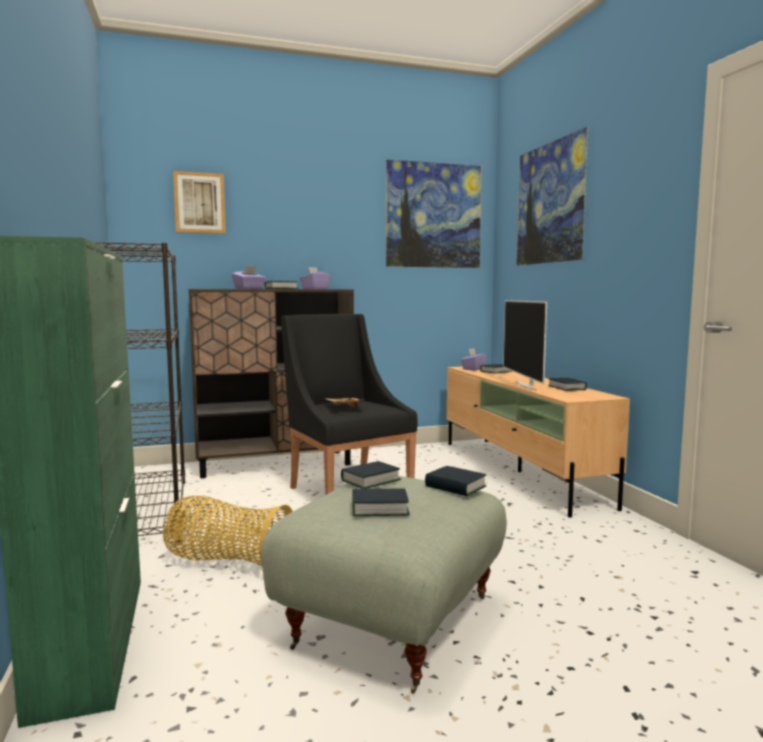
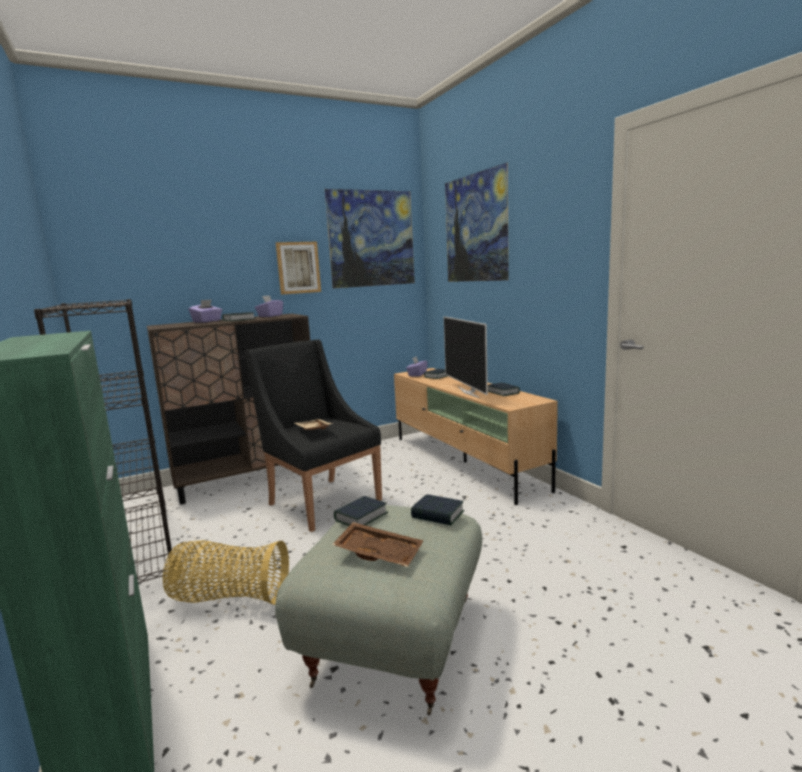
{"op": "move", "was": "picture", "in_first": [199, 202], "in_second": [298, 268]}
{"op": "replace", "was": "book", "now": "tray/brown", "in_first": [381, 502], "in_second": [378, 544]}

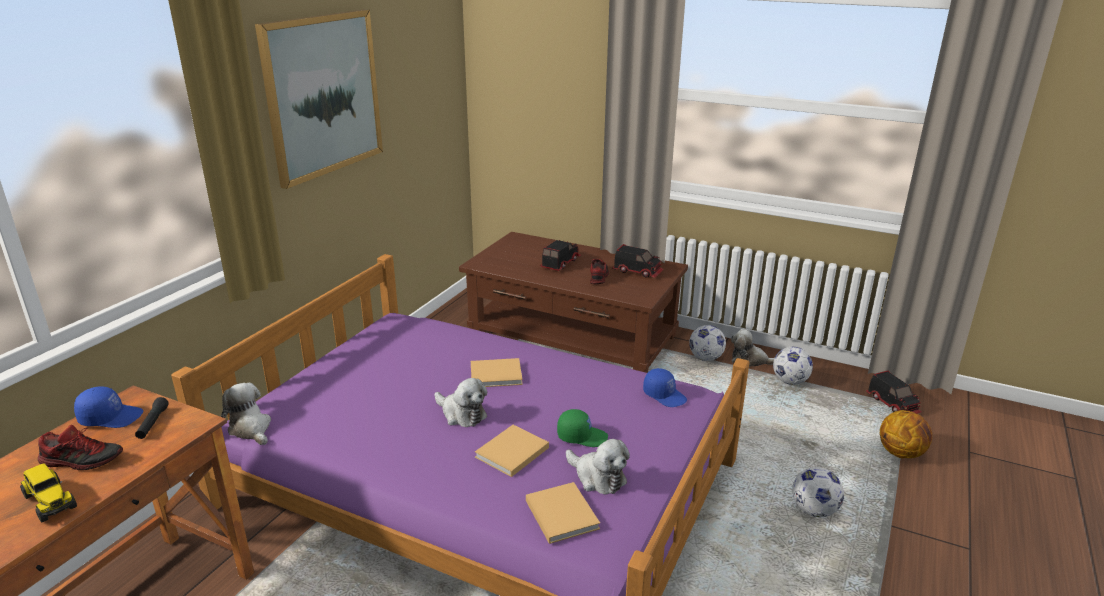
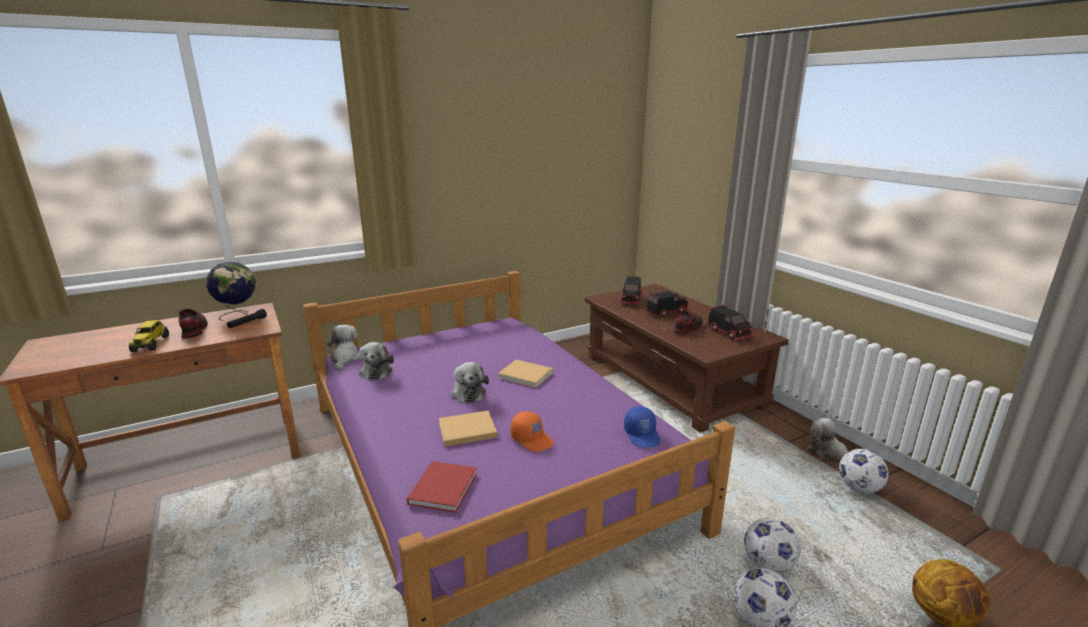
{"op": "delete", "was": "picture", "in_first": [319, 99]}
{"op": "move", "was": "football", "in_first": [707, 343], "in_second": [772, 546]}
{"op": "move", "was": "toy truck", "in_first": [894, 392], "in_second": [630, 290]}
{"op": "replace", "was": "cap/blue", "now": "globe", "in_first": [108, 407], "in_second": [231, 291]}
{"op": "recolor", "was": "cap/green", "now": "cap/orange", "in_first": [582, 428], "in_second": [532, 431]}
{"op": "rotate", "was": "shoe", "in_first": [80, 447], "in_second": [193, 323], "clockwise": -150}
{"op": "move", "was": "plush toy", "in_first": [598, 467], "in_second": [376, 361]}
{"op": "recolor", "was": "book/beige", "now": "book/red", "in_first": [563, 513], "in_second": [442, 486]}

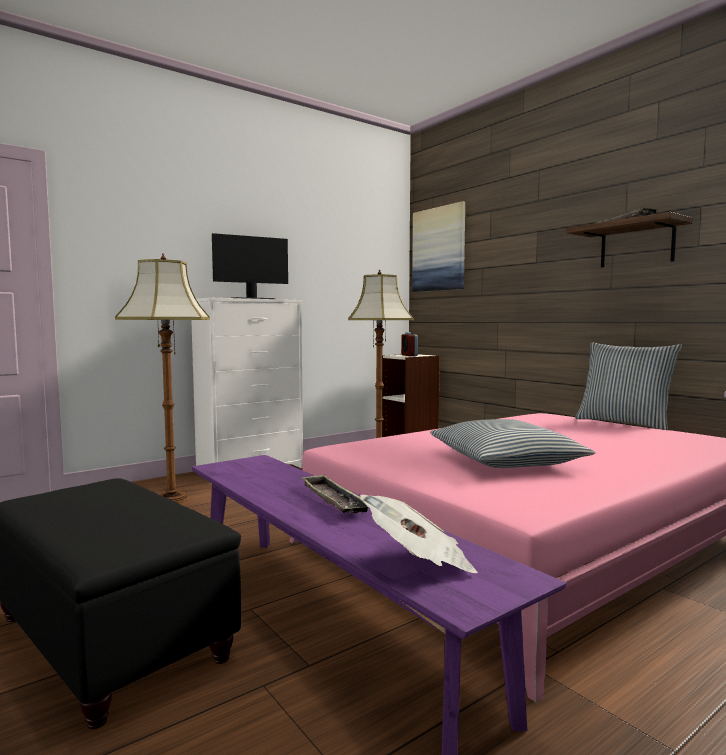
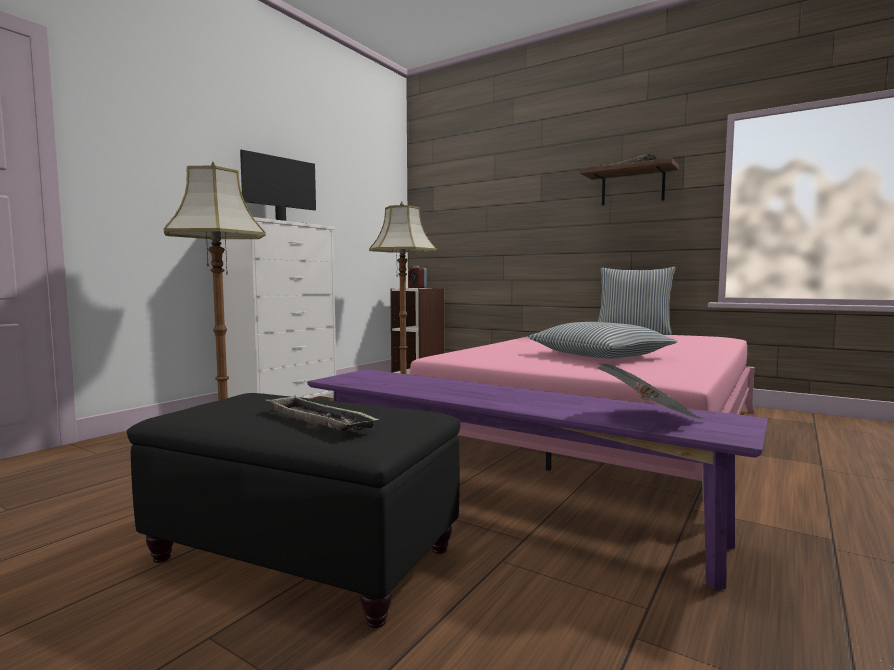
{"op": "delete", "was": "picture", "in_first": [438, 246]}
{"op": "move", "was": "tray", "in_first": [334, 494], "in_second": [322, 413]}

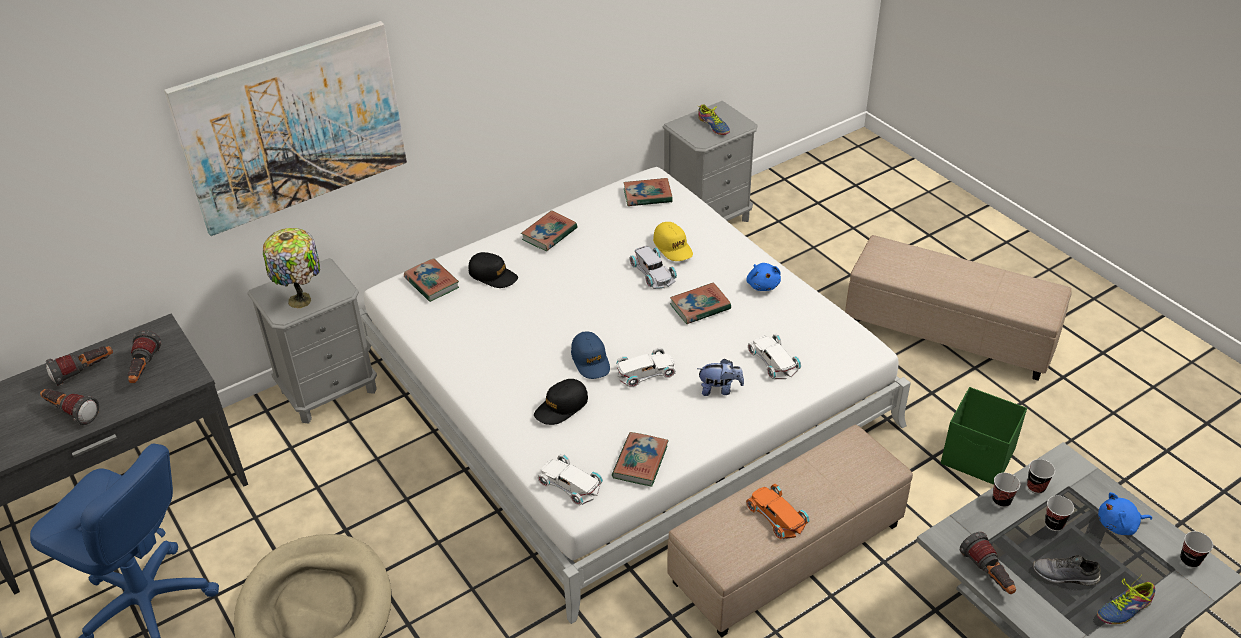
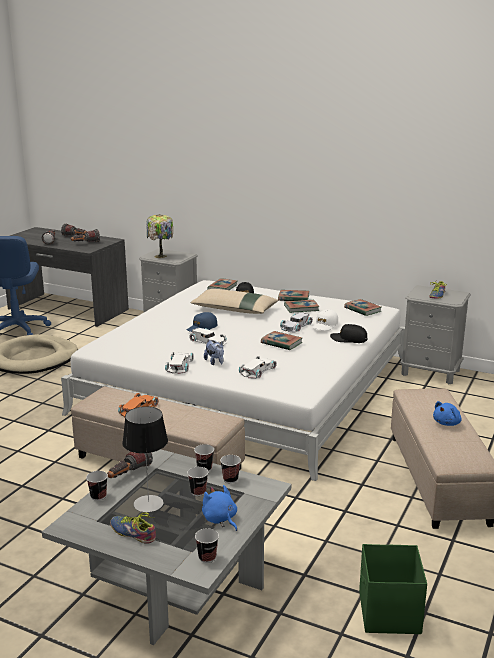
{"op": "delete", "was": "picture", "in_first": [285, 128]}
{"op": "recolor", "was": "cap/yellow", "now": "cap/white", "in_first": [673, 241], "in_second": [325, 320]}
{"op": "move", "was": "plush toy/blue", "in_first": [763, 277], "in_second": [447, 413]}
{"op": "move", "was": "cap/black", "in_first": [561, 402], "in_second": [348, 333]}
{"op": "move", "was": "storage box/green", "in_first": [984, 436], "in_second": [393, 589]}
{"op": "move", "was": "book", "in_first": [640, 459], "in_second": [302, 306]}
{"op": "move", "was": "toy car/white", "in_first": [570, 479], "in_second": [179, 363]}
{"op": "replace", "was": "shoe/grey", "now": "table lamp", "in_first": [1067, 570], "in_second": [145, 459]}
{"op": "insert", "now": "pillow/beige", "in_second": [234, 301]}
{"op": "insert", "now": "cup", "in_second": [97, 486]}

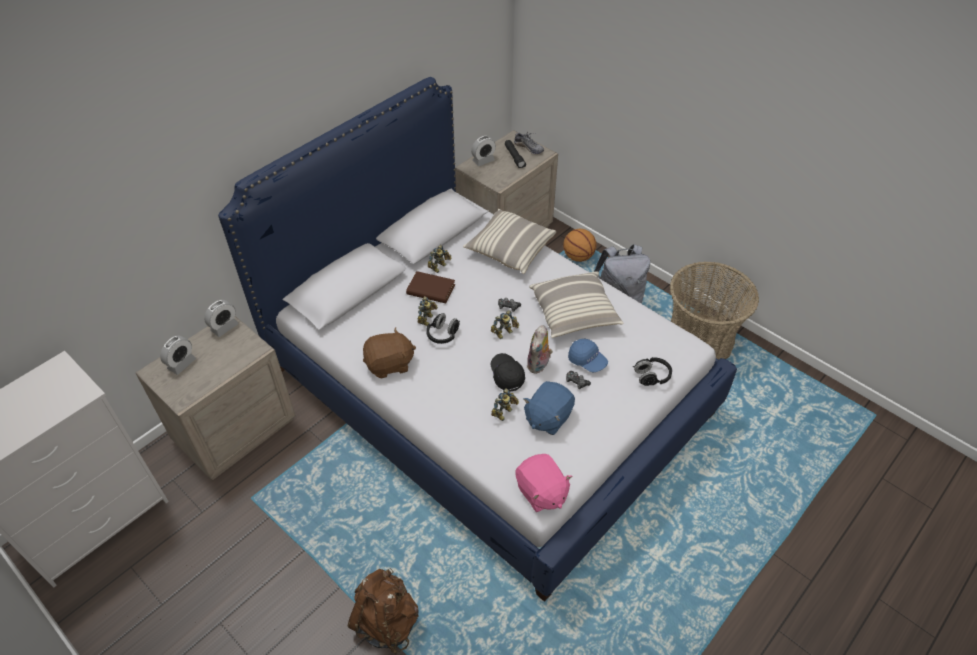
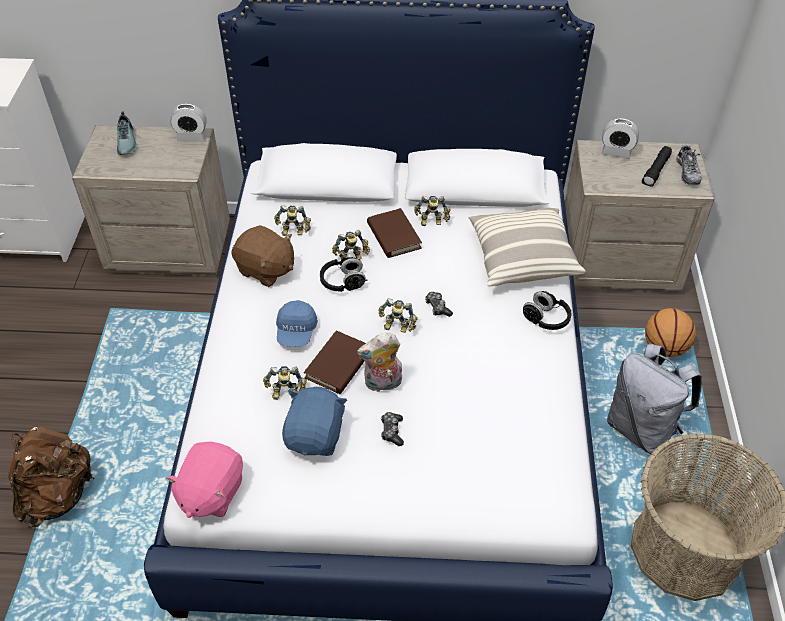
{"op": "delete", "was": "pillow", "in_first": [576, 304]}
{"op": "replace", "was": "alarm clock", "now": "shoe", "in_first": [178, 355], "in_second": [127, 133]}
{"op": "move", "was": "cap/blue", "in_first": [588, 356], "in_second": [297, 323]}
{"op": "replace", "was": "cap/black", "now": "book/brown", "in_first": [507, 372], "in_second": [335, 362]}
{"op": "move", "was": "headphones/black", "in_first": [652, 371], "in_second": [547, 310]}
{"op": "rotate", "was": "plush toy/blue", "in_first": [549, 408], "in_second": [314, 421], "clockwise": 105}
{"op": "insert", "now": "toy robot", "in_second": [292, 220]}

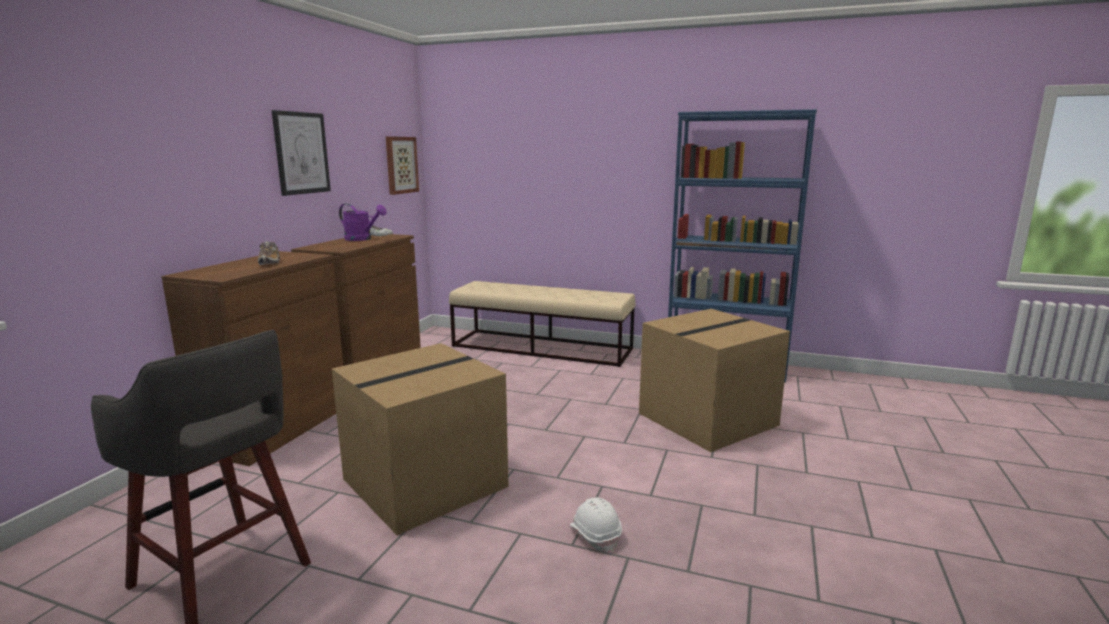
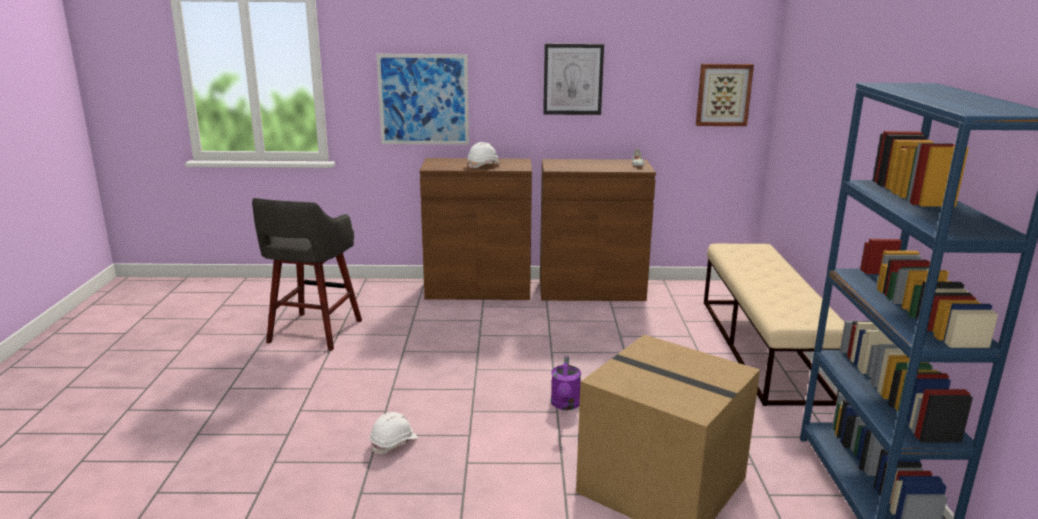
{"op": "move", "was": "watering can/purple", "in_first": [363, 222], "in_second": [566, 383]}
{"op": "replace", "was": "shoe", "now": "hard hat/white", "in_first": [269, 253], "in_second": [484, 155]}
{"op": "delete", "was": "cardboard box", "in_first": [420, 439]}
{"op": "insert", "now": "picture", "in_second": [423, 99]}

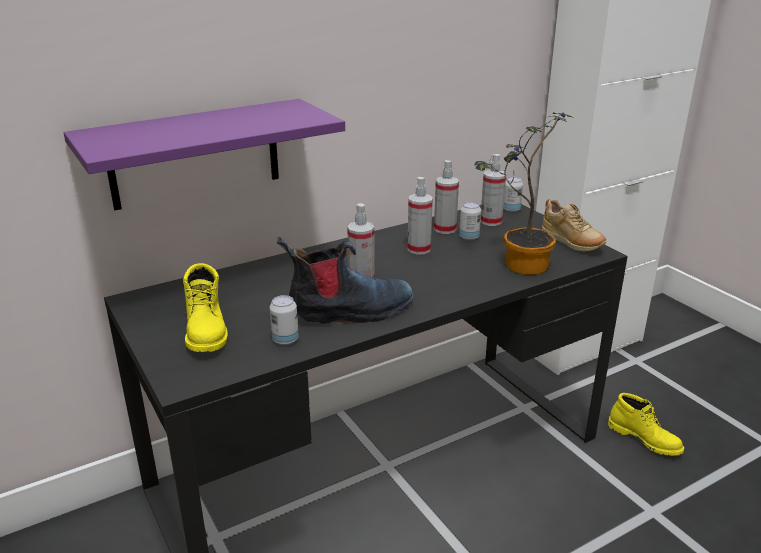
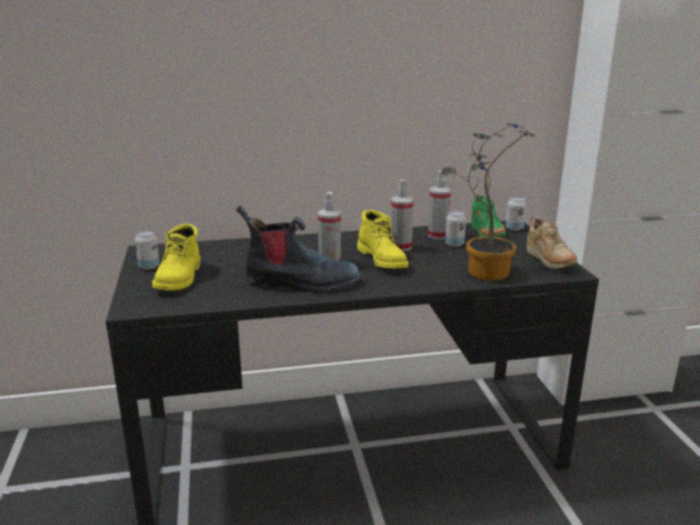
{"op": "delete", "was": "shelf/purple", "in_first": [204, 154]}
{"op": "replace", "was": "spray bottle", "now": "shoe/green", "in_first": [493, 190], "in_second": [488, 216]}
{"op": "move", "was": "can", "in_first": [284, 320], "in_second": [147, 250]}
{"op": "move", "was": "boot/yellow", "in_first": [646, 424], "in_second": [382, 239]}

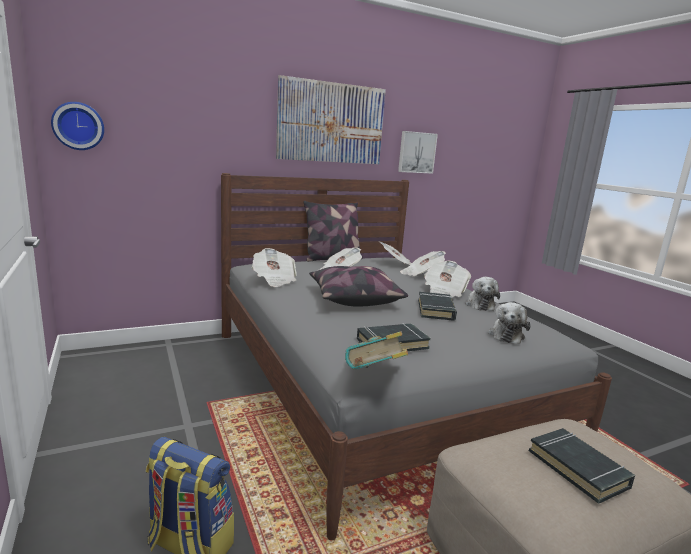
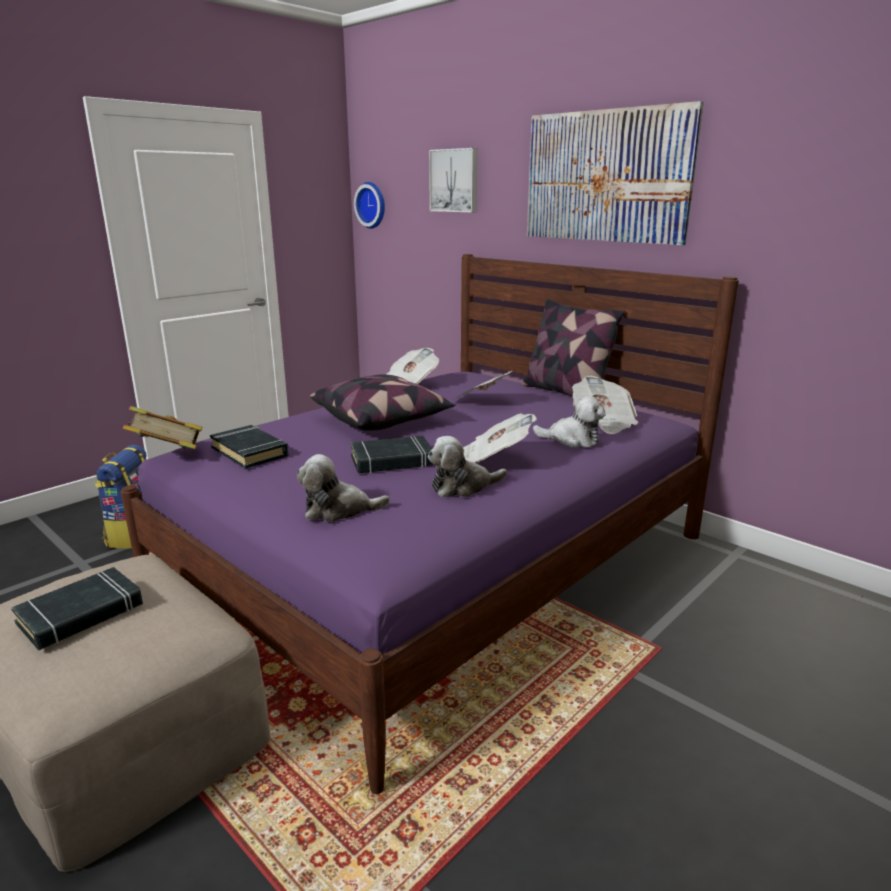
{"op": "move", "was": "picture", "in_first": [418, 152], "in_second": [453, 180]}
{"op": "recolor", "was": "bed/grey", "now": "bed/purple", "in_first": [416, 356], "in_second": [430, 524]}
{"op": "replace", "was": "newspaper", "now": "plush toy", "in_first": [423, 263], "in_second": [569, 421]}

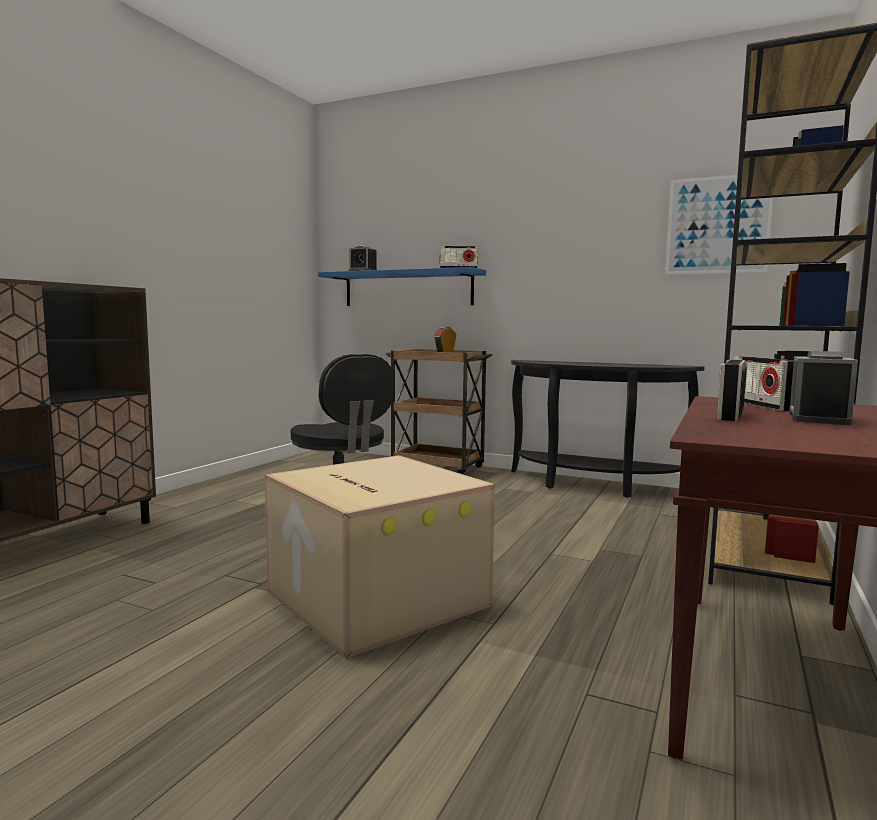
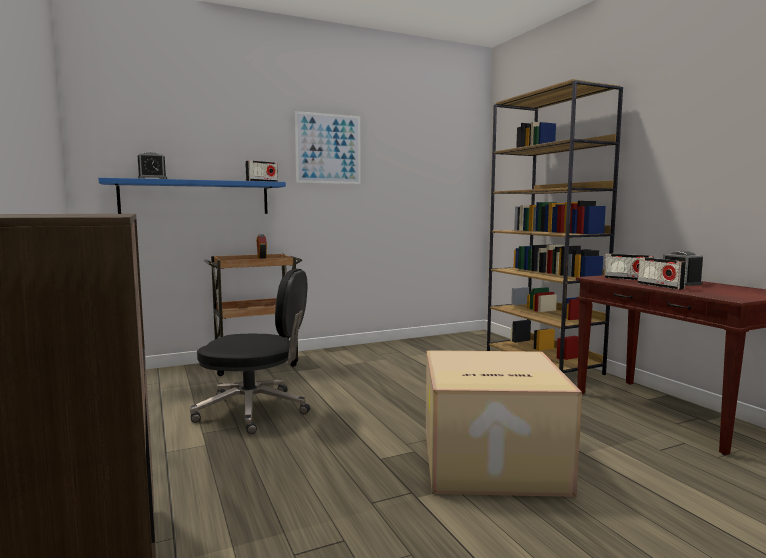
{"op": "move", "was": "picture", "in_first": [719, 225], "in_second": [328, 147]}
{"op": "delete", "was": "console table/black", "in_first": [608, 429]}

